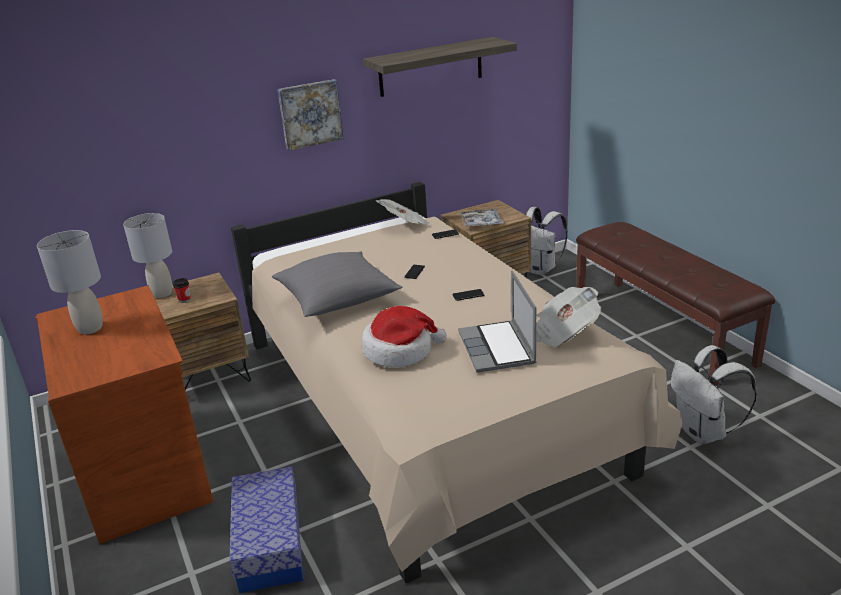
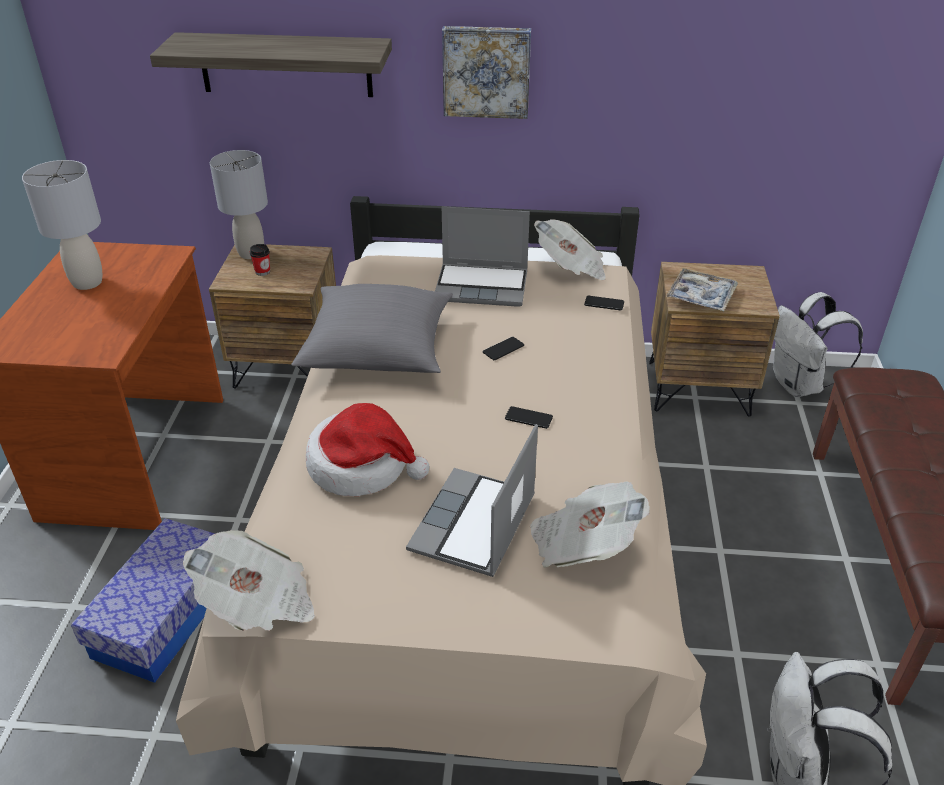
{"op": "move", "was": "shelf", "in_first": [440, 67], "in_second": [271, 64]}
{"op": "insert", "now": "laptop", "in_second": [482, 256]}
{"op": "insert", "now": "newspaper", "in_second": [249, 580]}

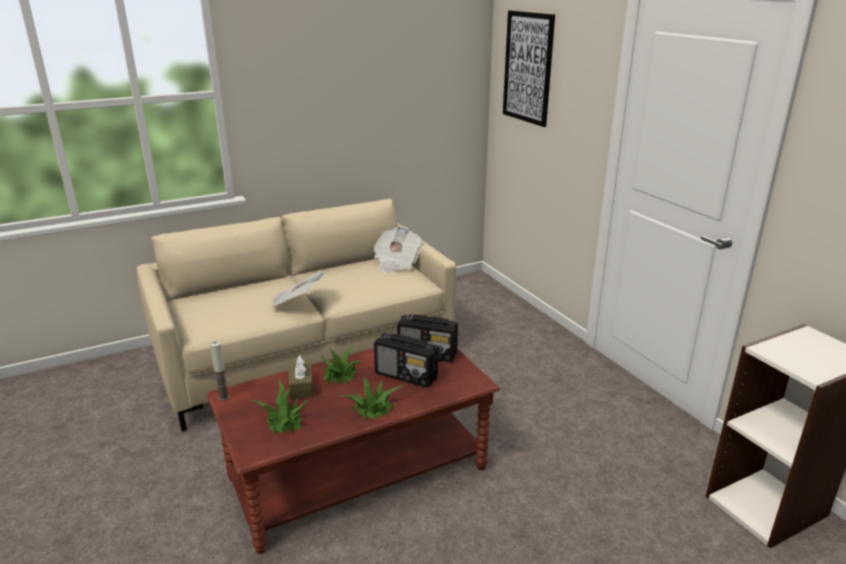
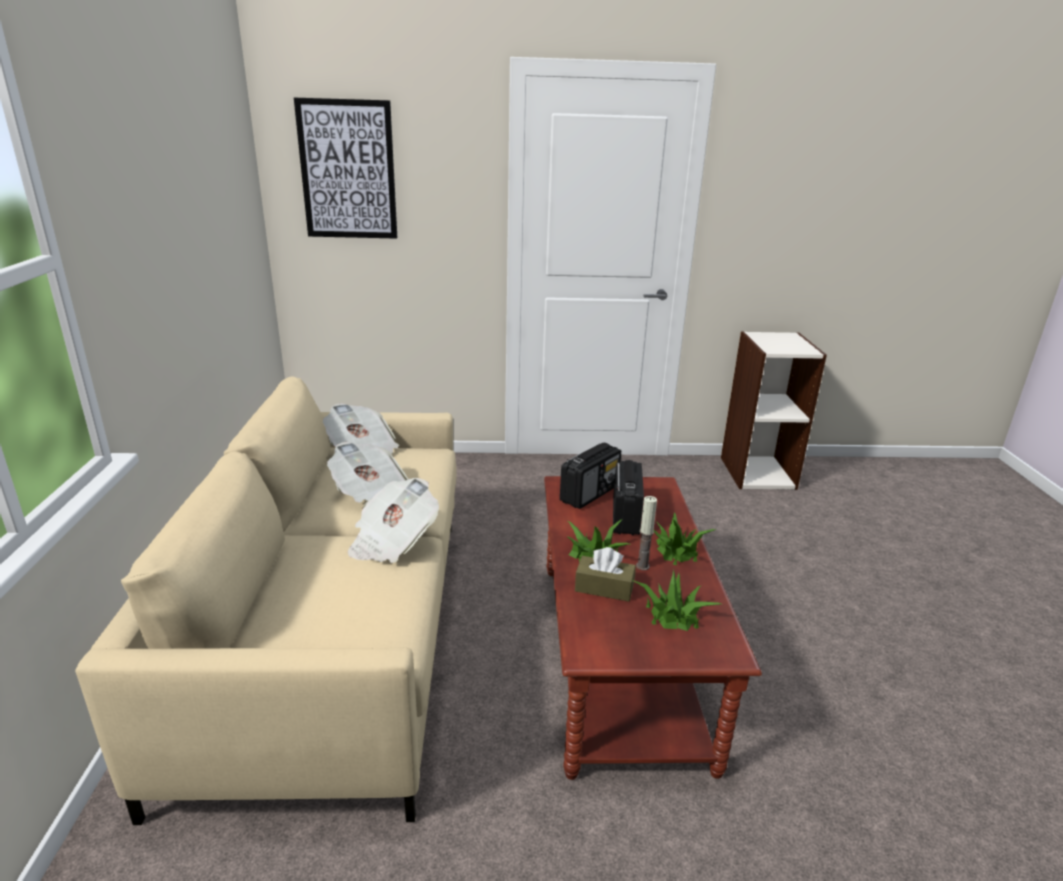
{"op": "rotate", "was": "radio", "in_first": [406, 360], "in_second": [628, 497], "clockwise": -45}
{"op": "move", "was": "candle", "in_first": [219, 371], "in_second": [646, 533]}
{"op": "insert", "now": "newspaper", "in_second": [367, 472]}

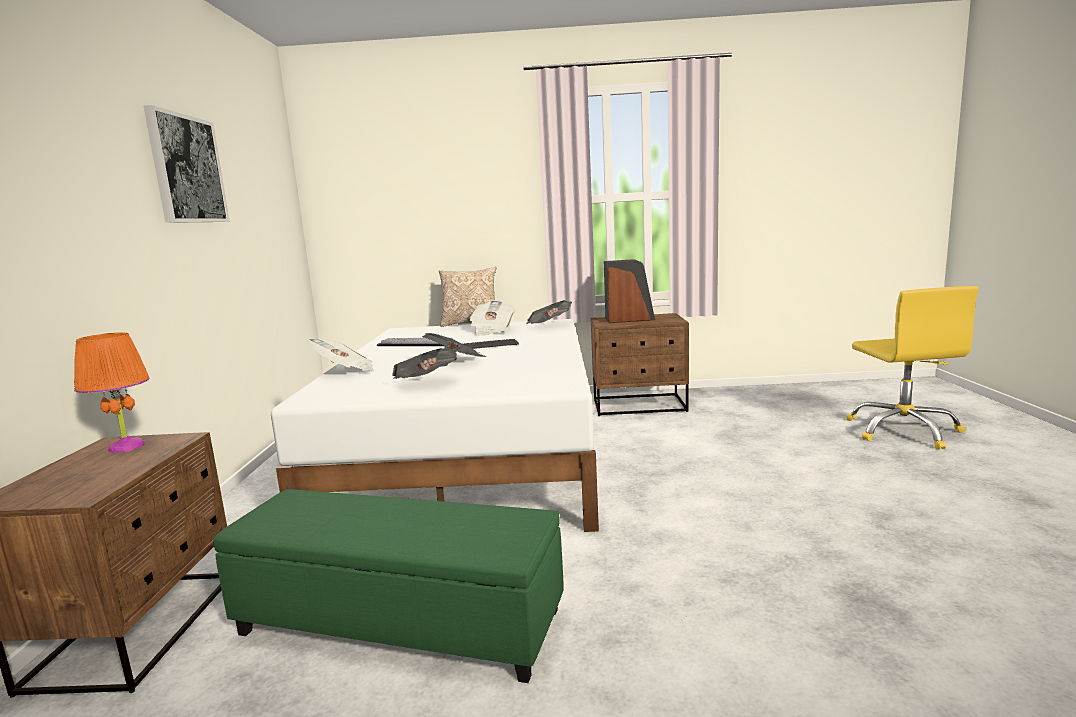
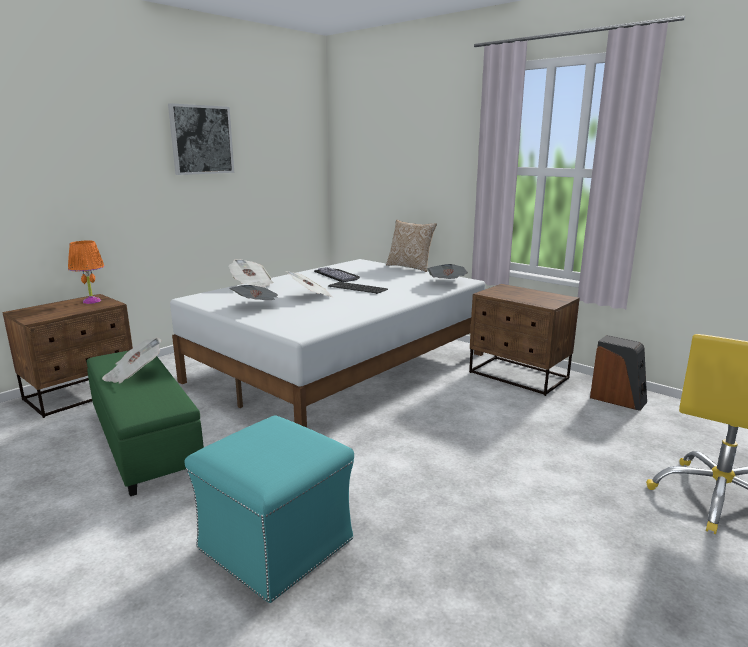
{"op": "move", "was": "speaker", "in_first": [629, 291], "in_second": [618, 373]}
{"op": "move", "was": "newspaper", "in_first": [492, 318], "in_second": [132, 360]}
{"op": "insert", "now": "ottoman/turquoise", "in_second": [269, 509]}

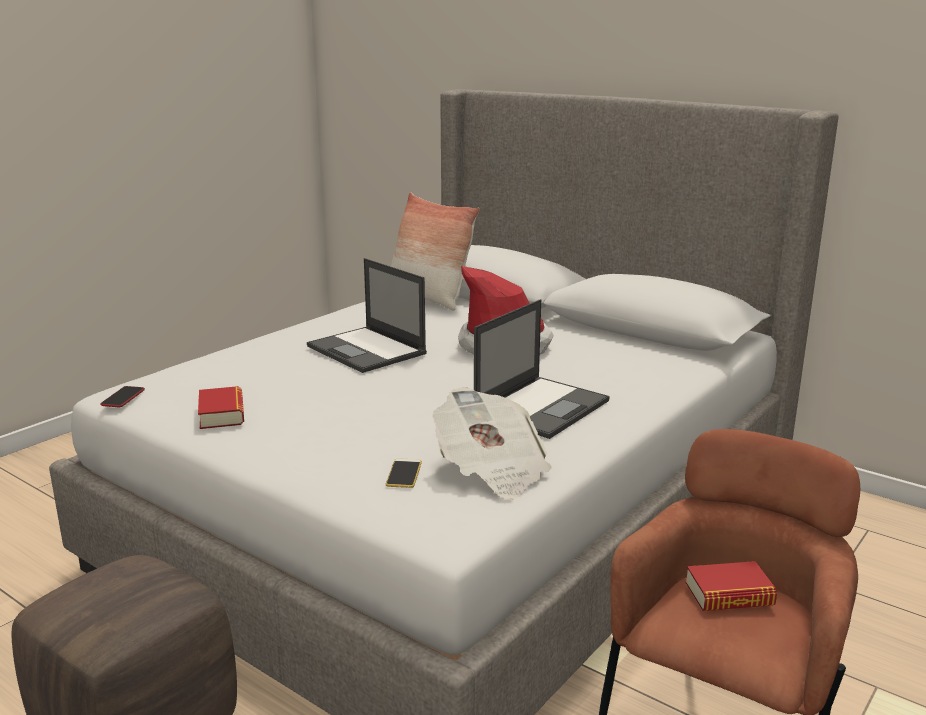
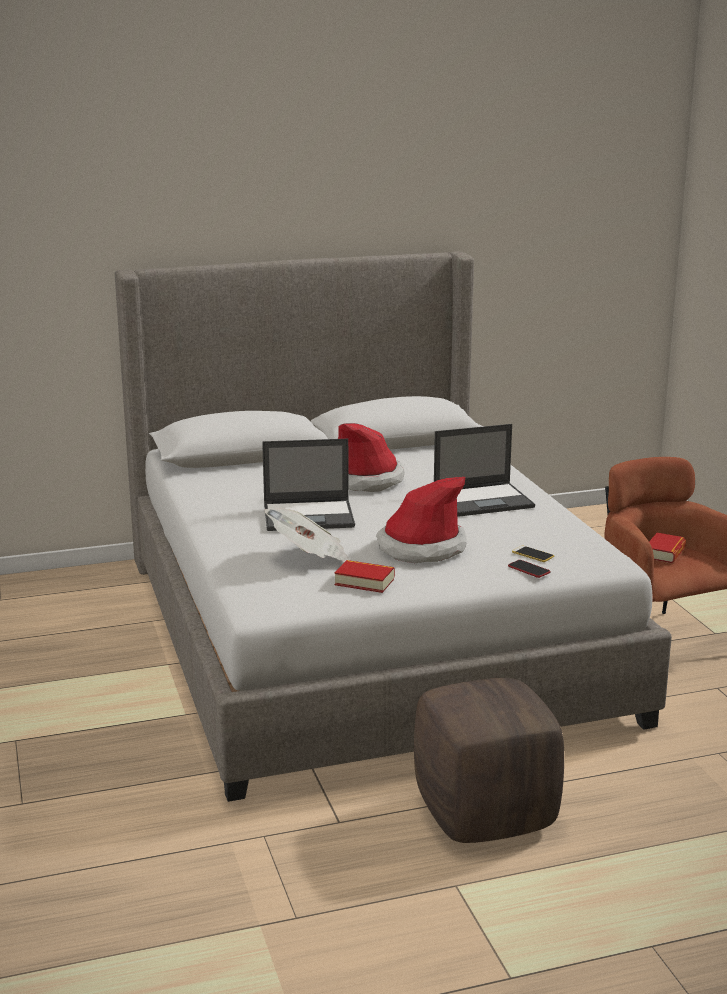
{"op": "delete", "was": "pillow", "in_first": [435, 251]}
{"op": "rotate", "was": "laptop", "in_first": [542, 369], "in_second": [484, 470], "clockwise": 90}
{"op": "move", "was": "phone", "in_first": [122, 396], "in_second": [529, 569]}
{"op": "move", "was": "newspaper", "in_first": [492, 443], "in_second": [308, 535]}
{"op": "insert", "now": "hat", "in_second": [421, 520]}

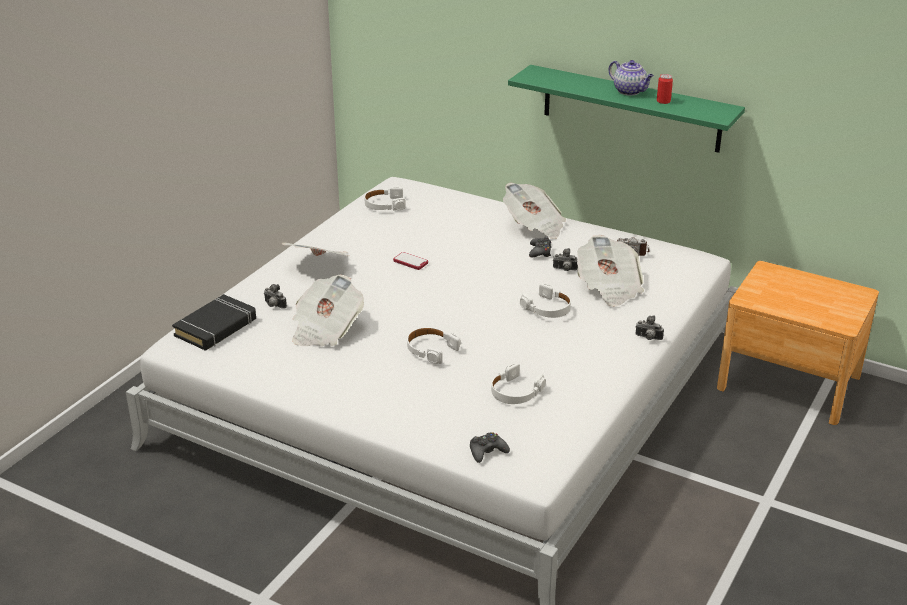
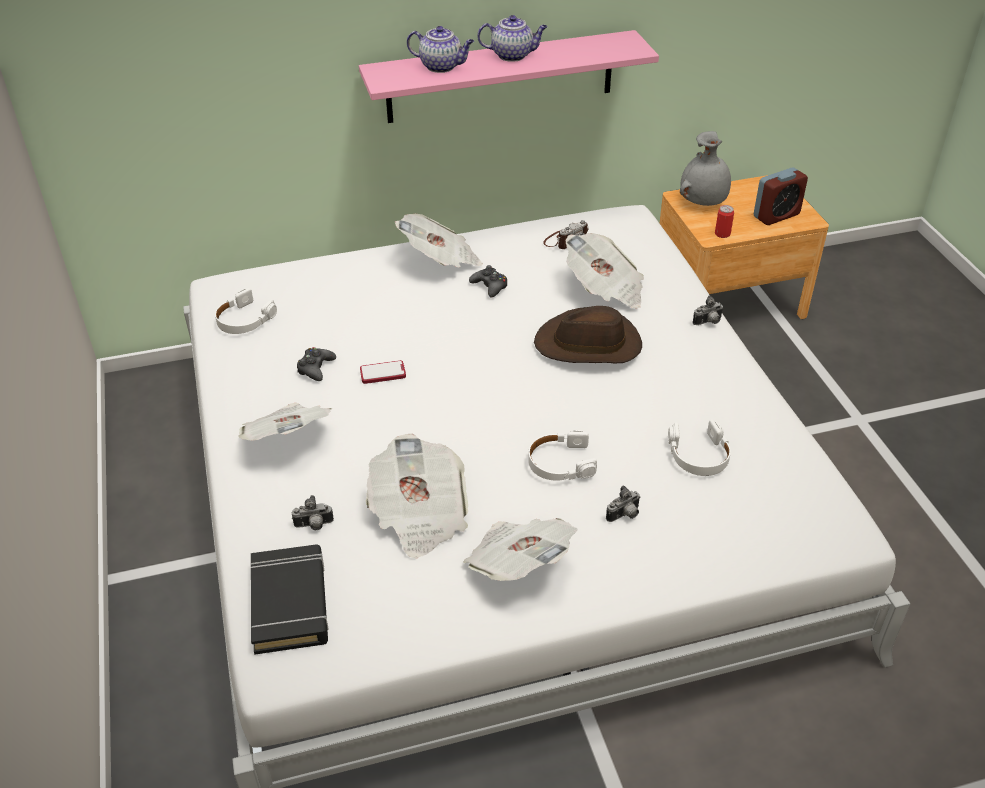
{"op": "recolor", "was": "shelf/green", "now": "shelf/pink", "in_first": [626, 109], "in_second": [509, 76]}
{"op": "move", "was": "can", "in_first": [665, 89], "in_second": [724, 221]}
{"op": "move", "was": "photo camera", "in_first": [565, 259], "in_second": [623, 503]}
{"op": "replace", "was": "headphones/white", "now": "hat/brown", "in_first": [545, 301], "in_second": [588, 334]}
{"op": "move", "was": "game controller/black", "in_first": [490, 447], "in_second": [316, 364]}
{"op": "insert", "now": "teapot", "in_second": [440, 49]}
{"op": "insert", "now": "vase/grey", "in_second": [705, 168]}
{"op": "insert", "now": "alarm clock", "in_second": [781, 196]}
{"op": "insert", "now": "newspaper", "in_second": [520, 549]}

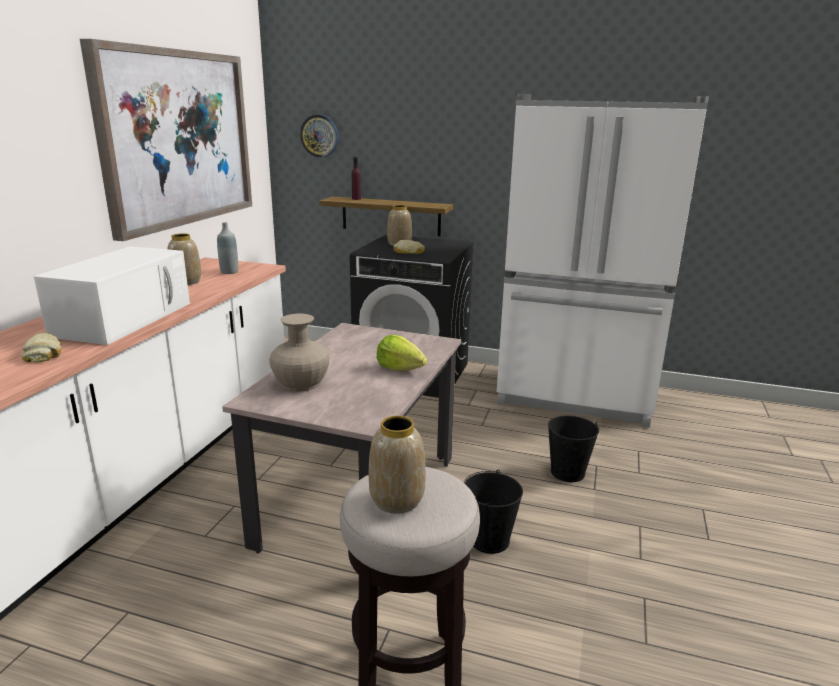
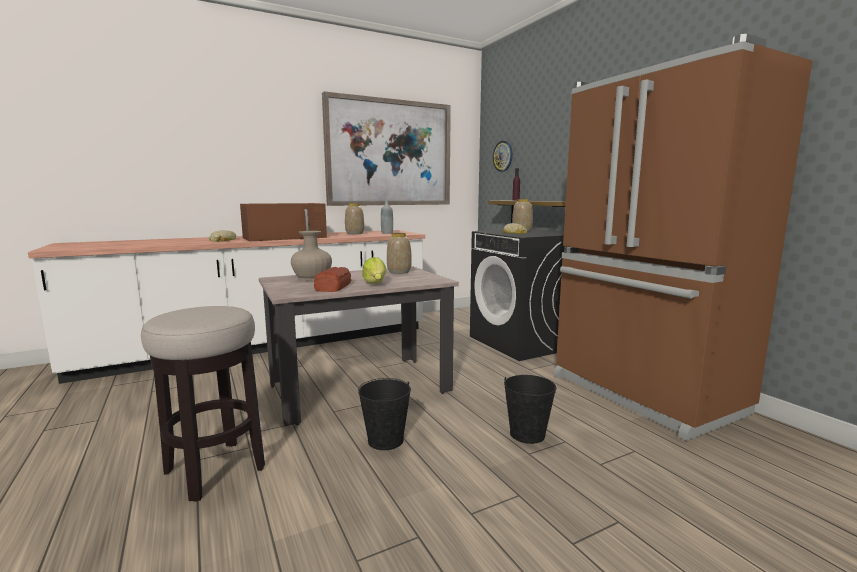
{"op": "recolor", "was": "fridge/white", "now": "fridge/brown", "in_first": [603, 260], "in_second": [683, 237]}
{"op": "recolor", "was": "microwave/white", "now": "microwave/brown", "in_first": [112, 295], "in_second": [283, 222]}
{"op": "move", "was": "vase", "in_first": [397, 465], "in_second": [399, 253]}
{"op": "insert", "now": "bread", "in_second": [332, 279]}

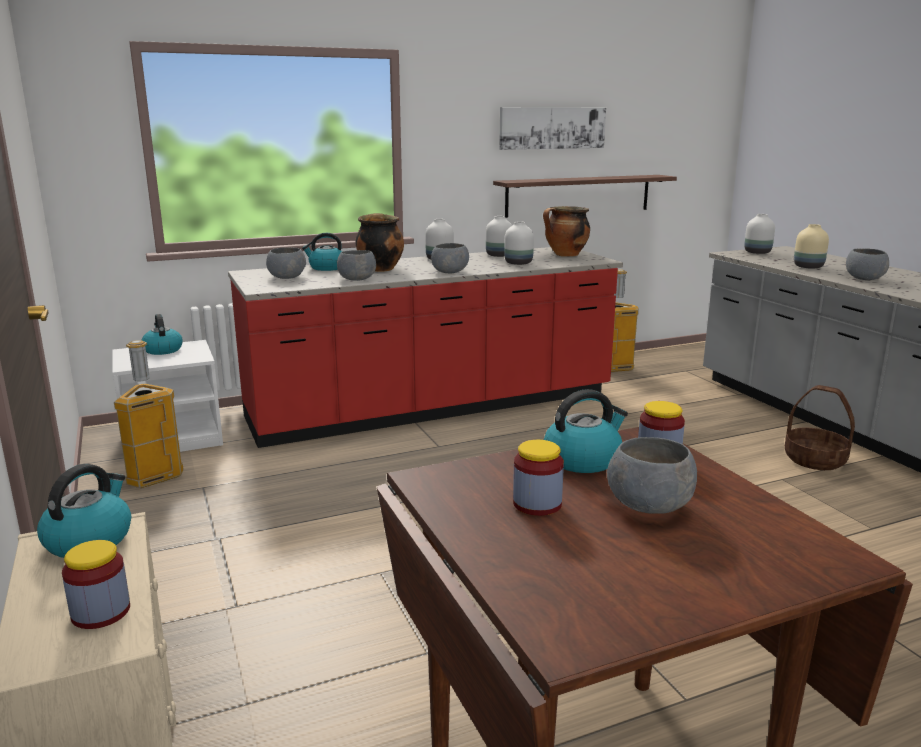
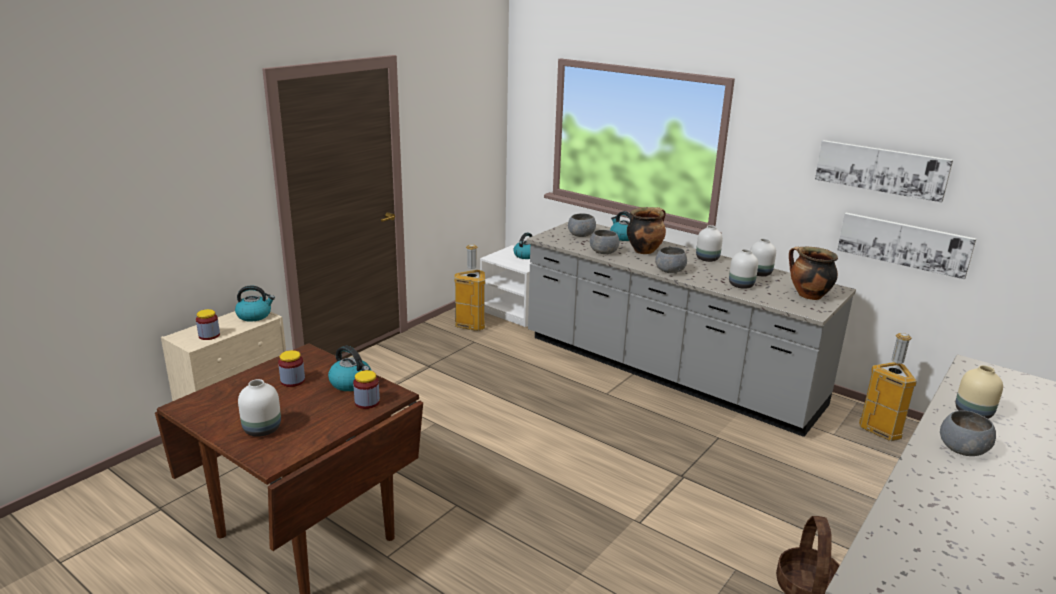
{"op": "replace", "was": "shelf", "now": "picture", "in_first": [585, 196], "in_second": [906, 246]}
{"op": "move", "was": "vase/white", "in_first": [759, 234], "in_second": [259, 408]}
{"op": "recolor", "was": "counter/red", "now": "counter/grey", "in_first": [425, 347], "in_second": [691, 329]}
{"op": "delete", "was": "bowl/grey", "in_first": [652, 475]}

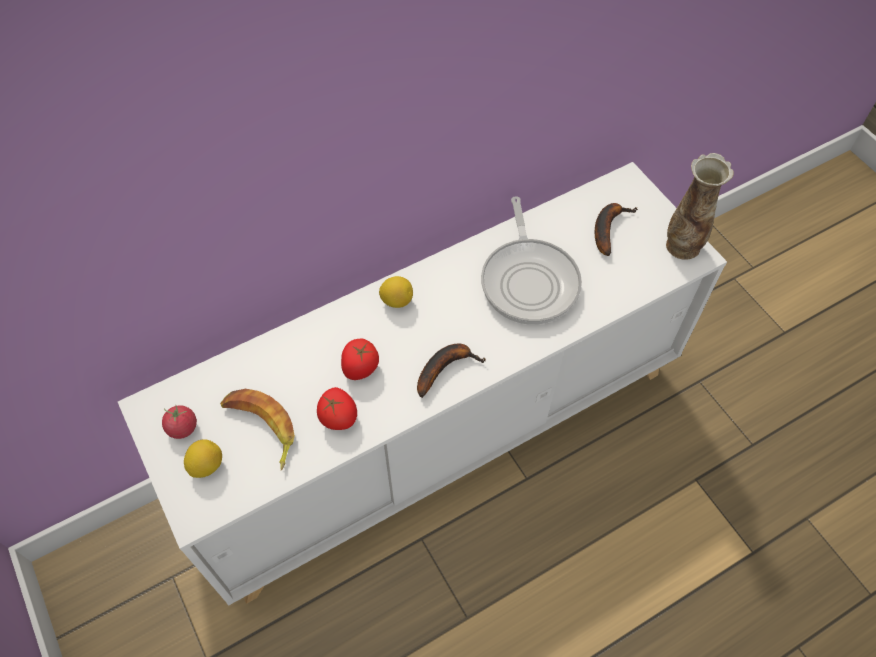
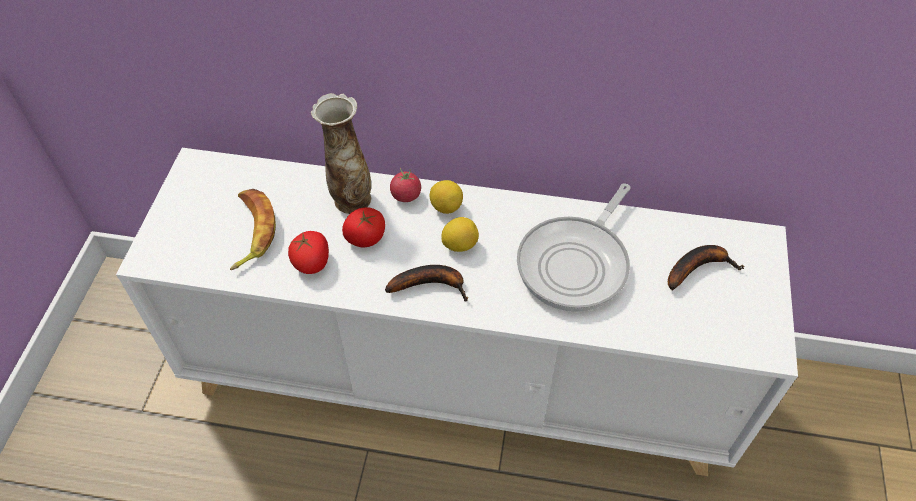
{"op": "move", "was": "vase", "in_first": [700, 206], "in_second": [341, 153]}
{"op": "move", "was": "tomato", "in_first": [179, 422], "in_second": [405, 185]}
{"op": "move", "was": "lemon", "in_first": [203, 458], "in_second": [460, 234]}

